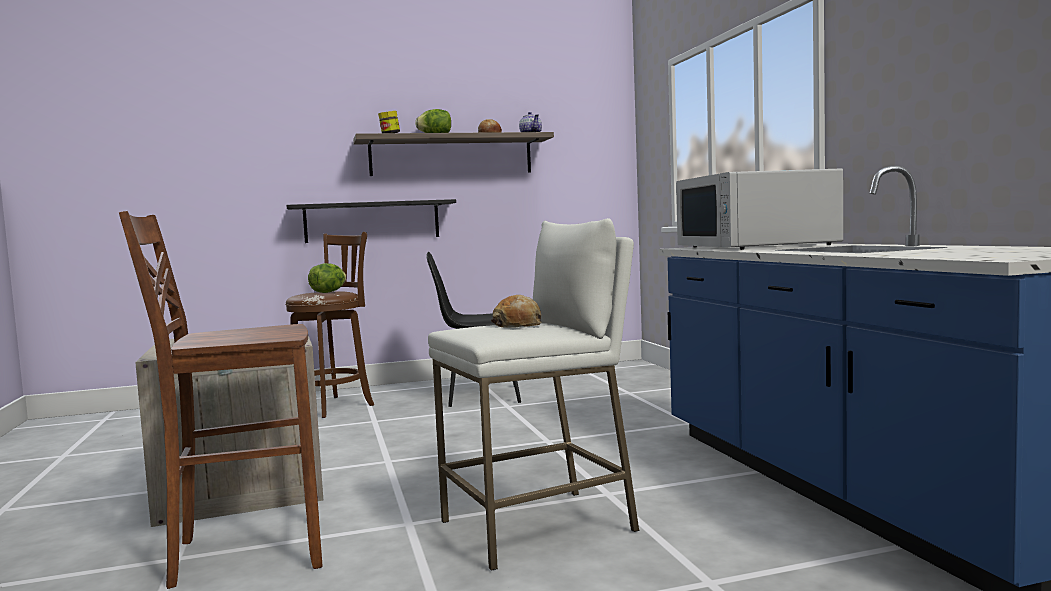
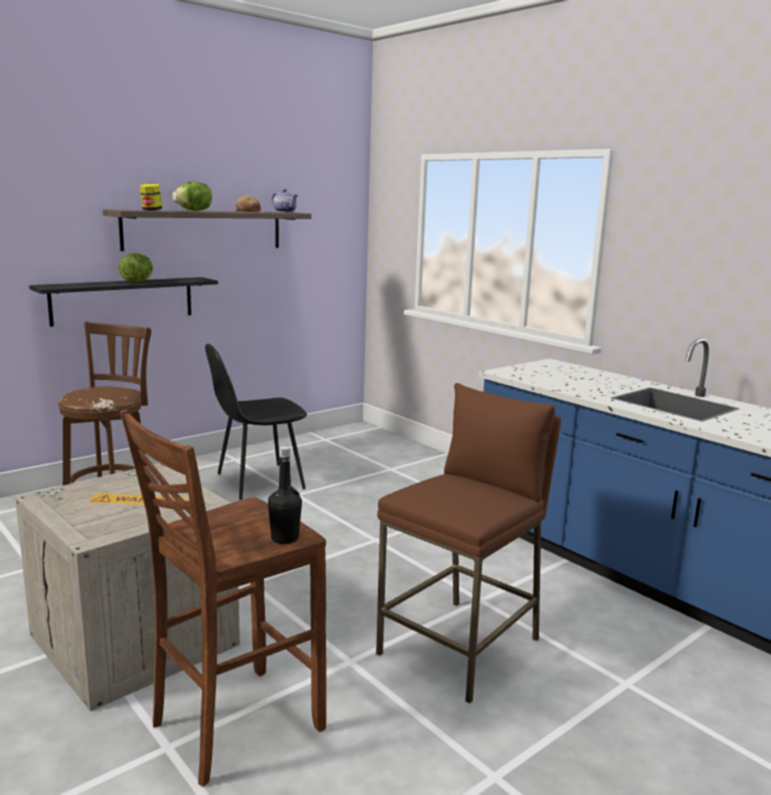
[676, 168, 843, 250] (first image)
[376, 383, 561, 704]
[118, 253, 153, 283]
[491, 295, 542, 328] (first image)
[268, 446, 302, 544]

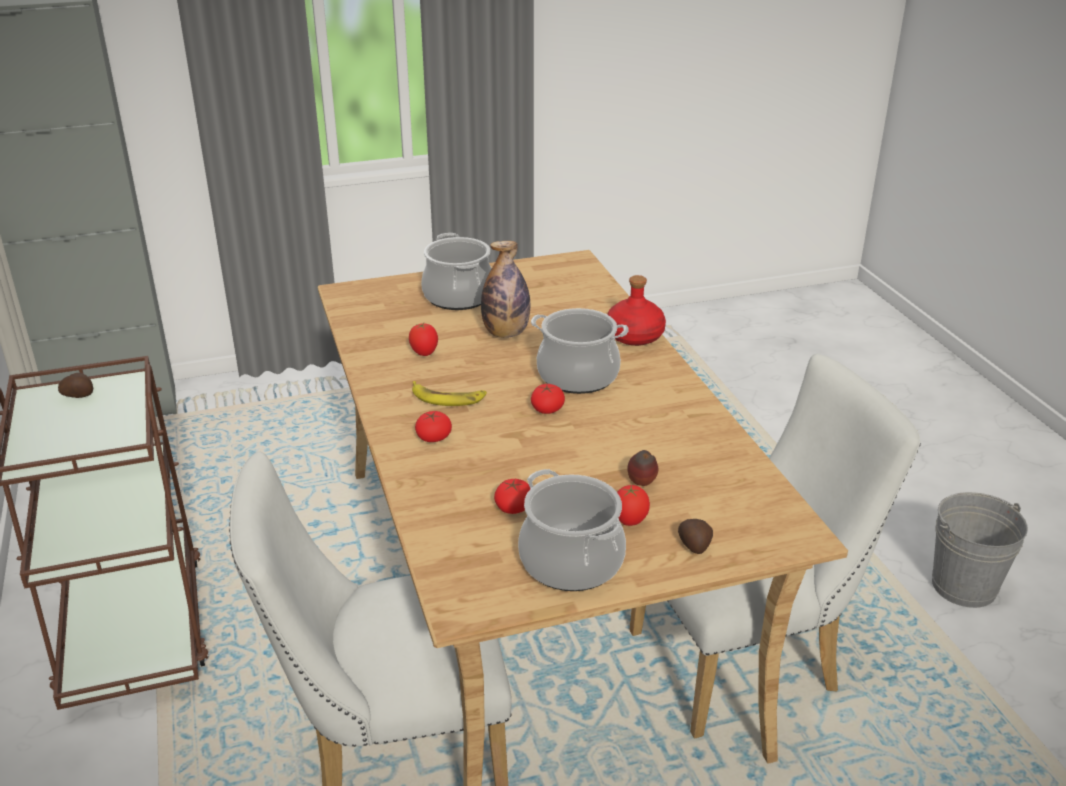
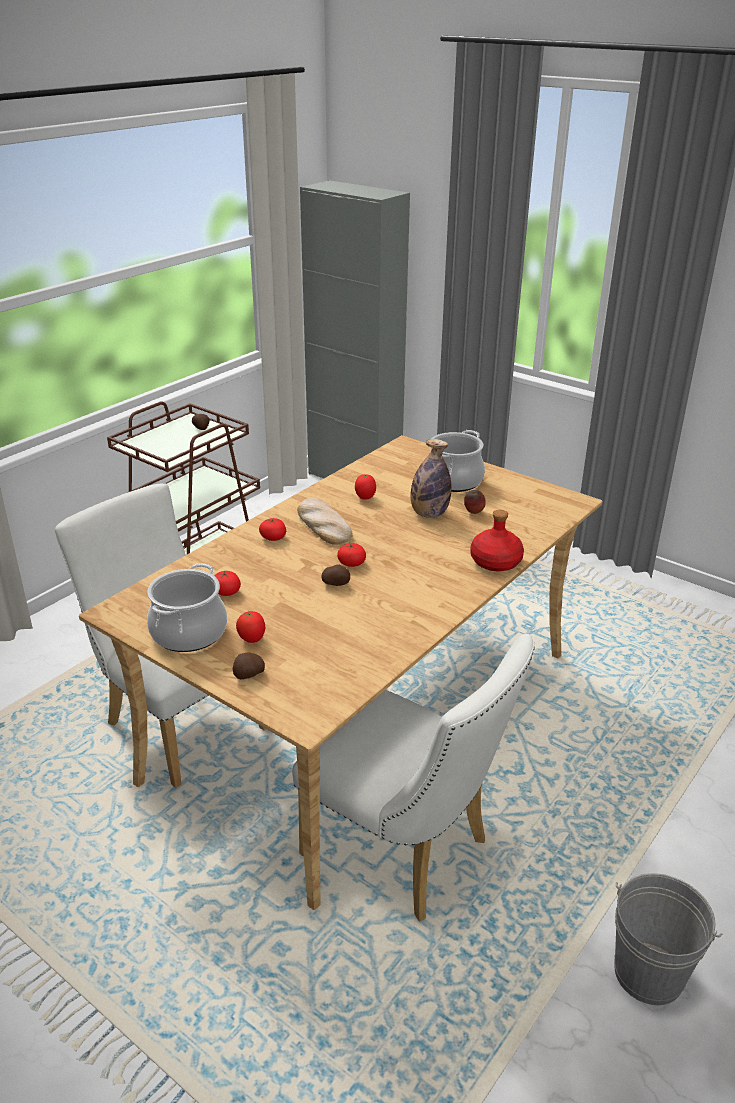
[531, 308, 629, 394] (first image)
[297, 497, 353, 545]
[464, 490, 486, 514]
[322, 565, 350, 586]

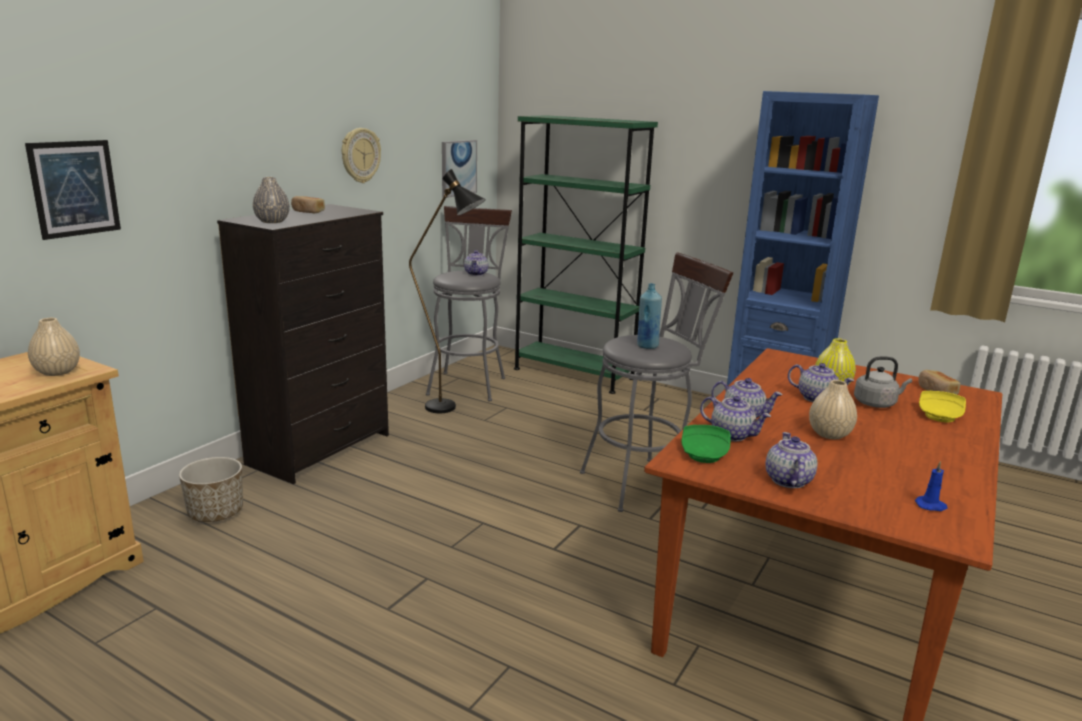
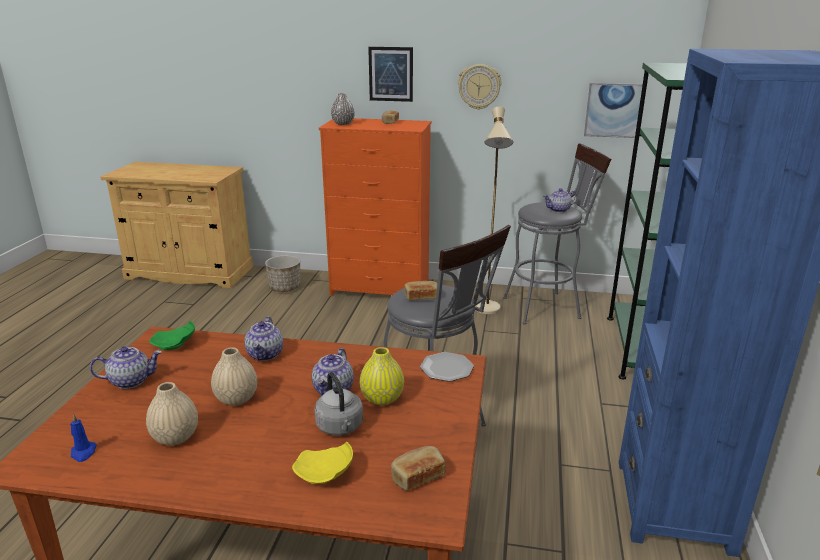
[368, 47, 413, 102]
[476, 106, 513, 314]
[319, 118, 431, 296]
[405, 281, 438, 300]
[146, 382, 198, 445]
[700, 396, 771, 441] (first image)
[420, 352, 474, 382]

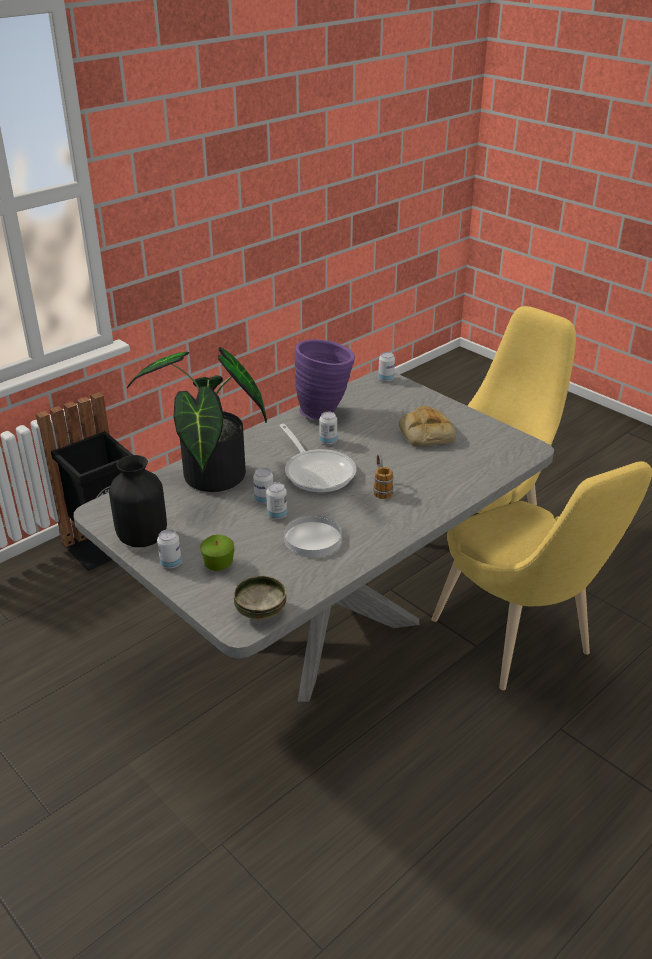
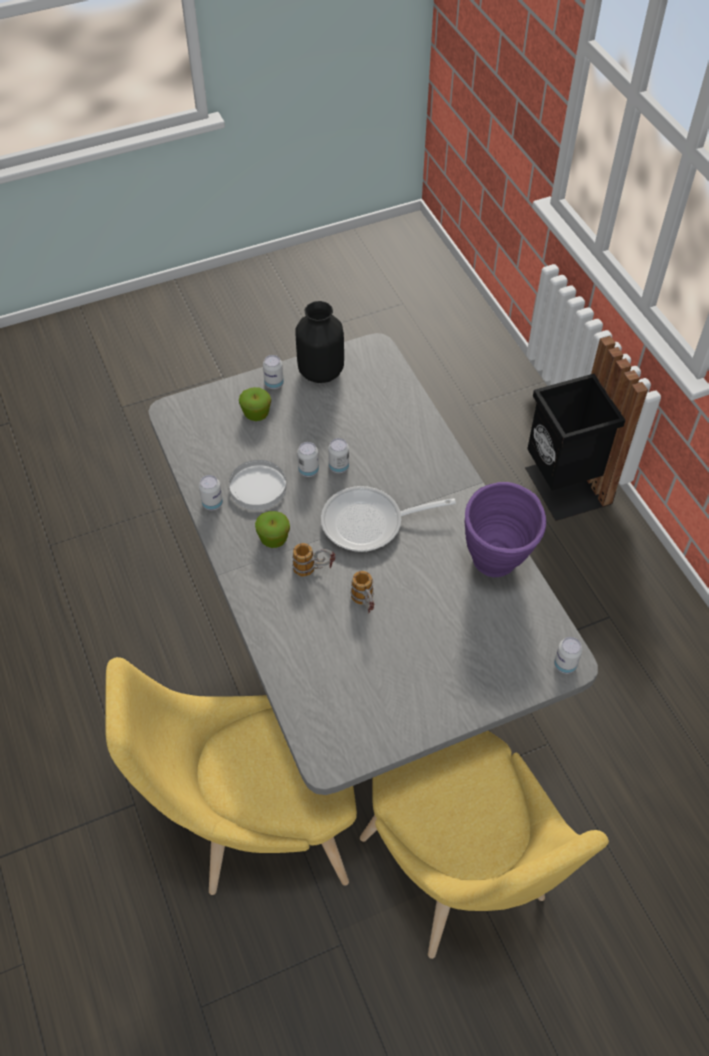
[127, 347, 267, 492] (first image)
[399, 406, 456, 446] (first image)
[199, 475, 223, 511]
[234, 575, 286, 620] (first image)
[255, 511, 290, 548]
[350, 571, 374, 614]

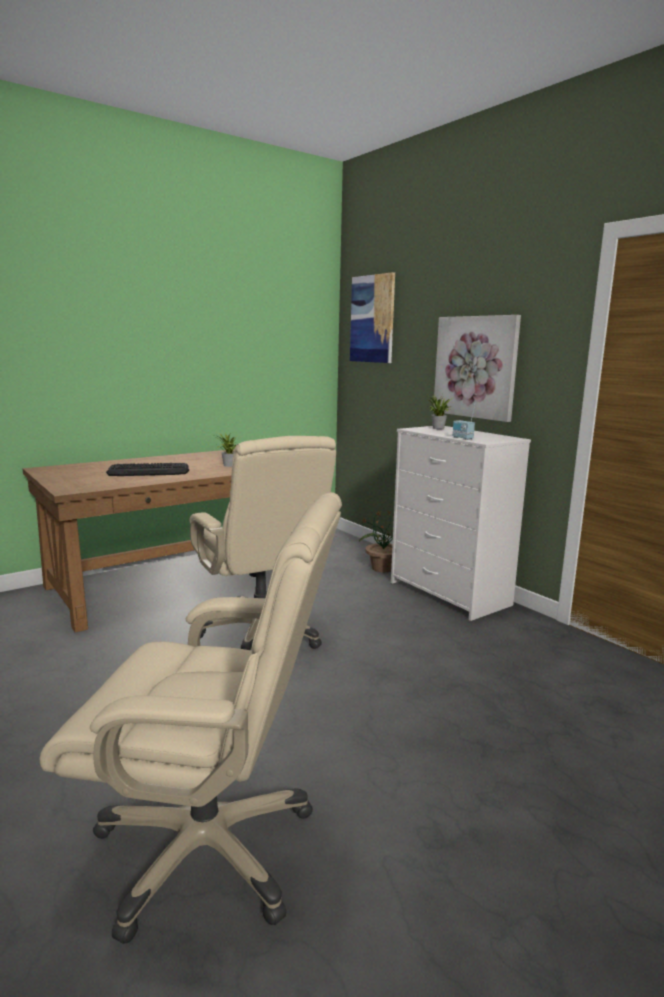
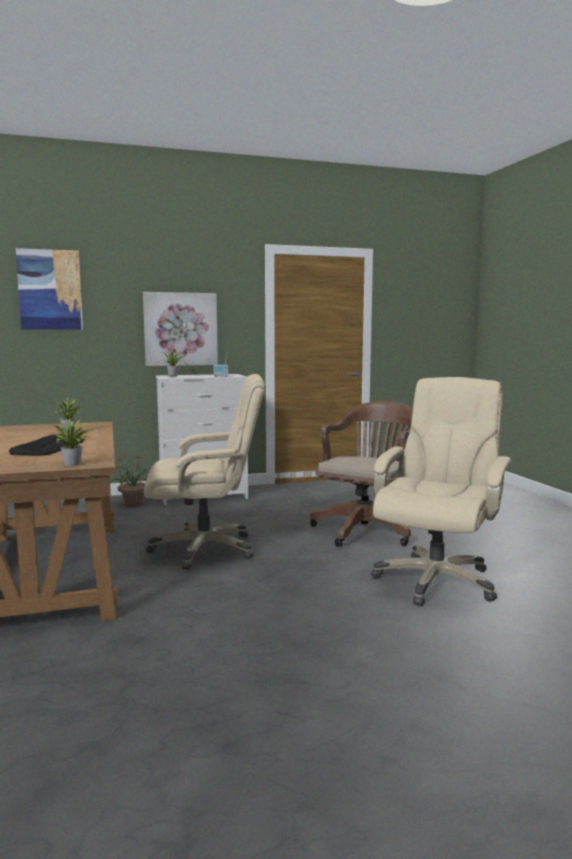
[310, 401, 413, 547]
[53, 418, 93, 466]

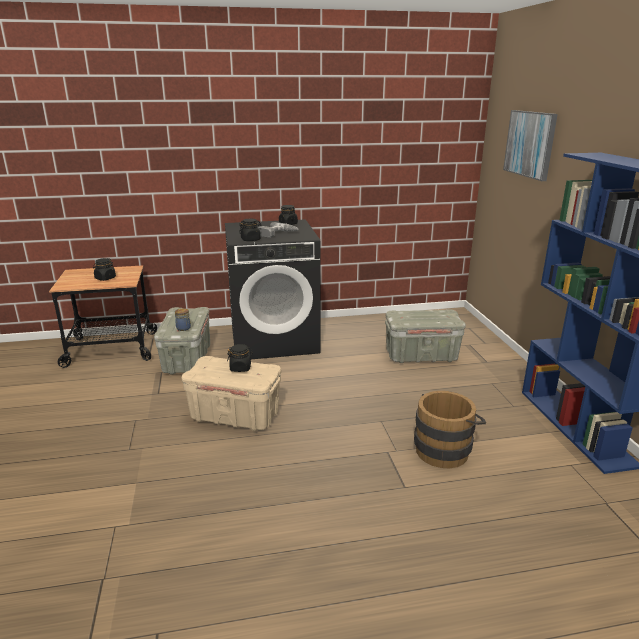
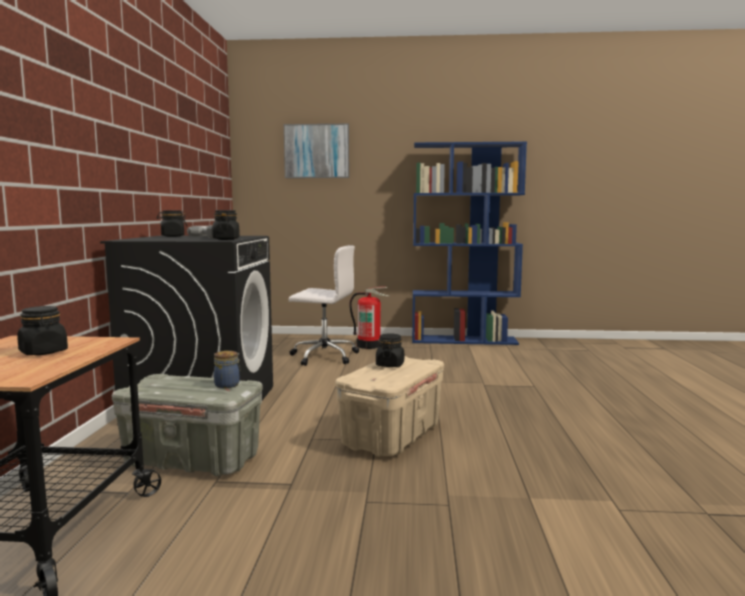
[289, 245, 359, 366]
[414, 391, 486, 468] (first image)
[349, 287, 389, 349]

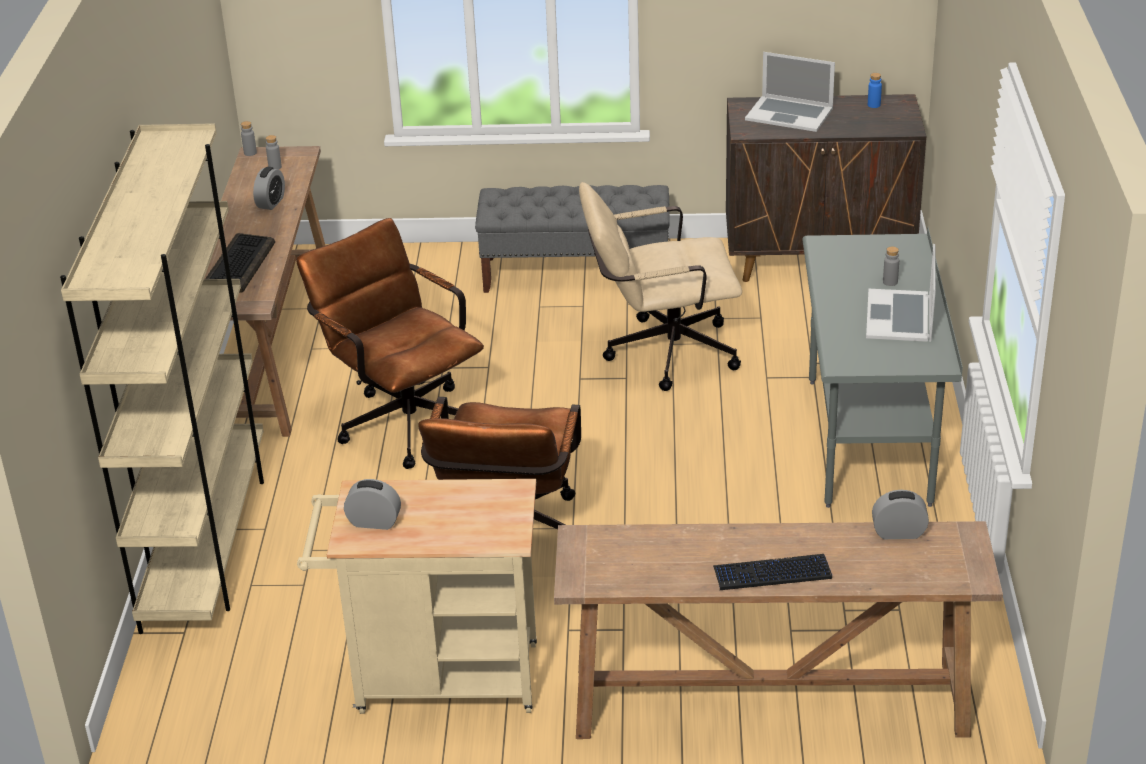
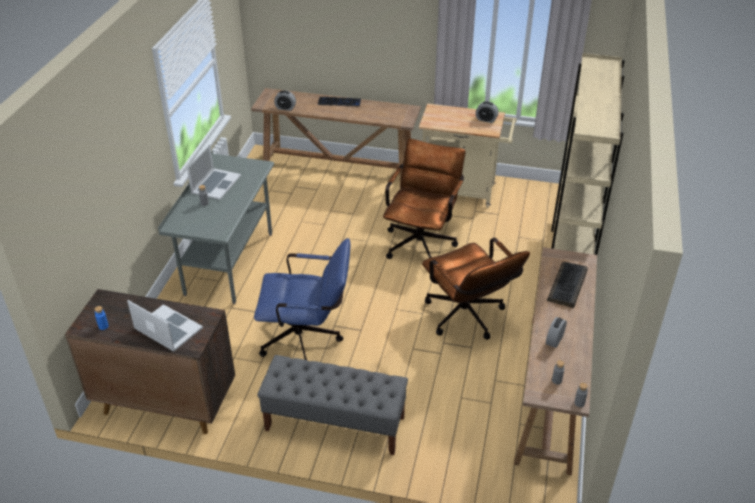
[254, 238, 351, 360]

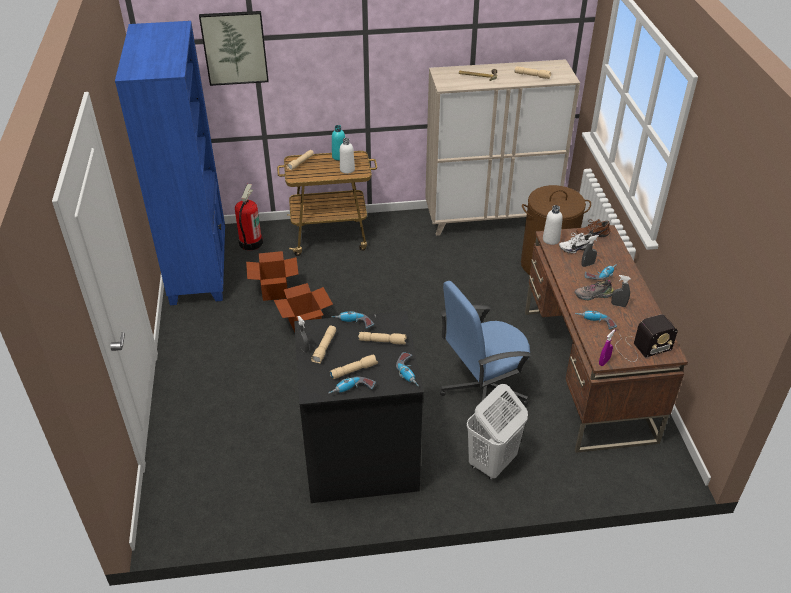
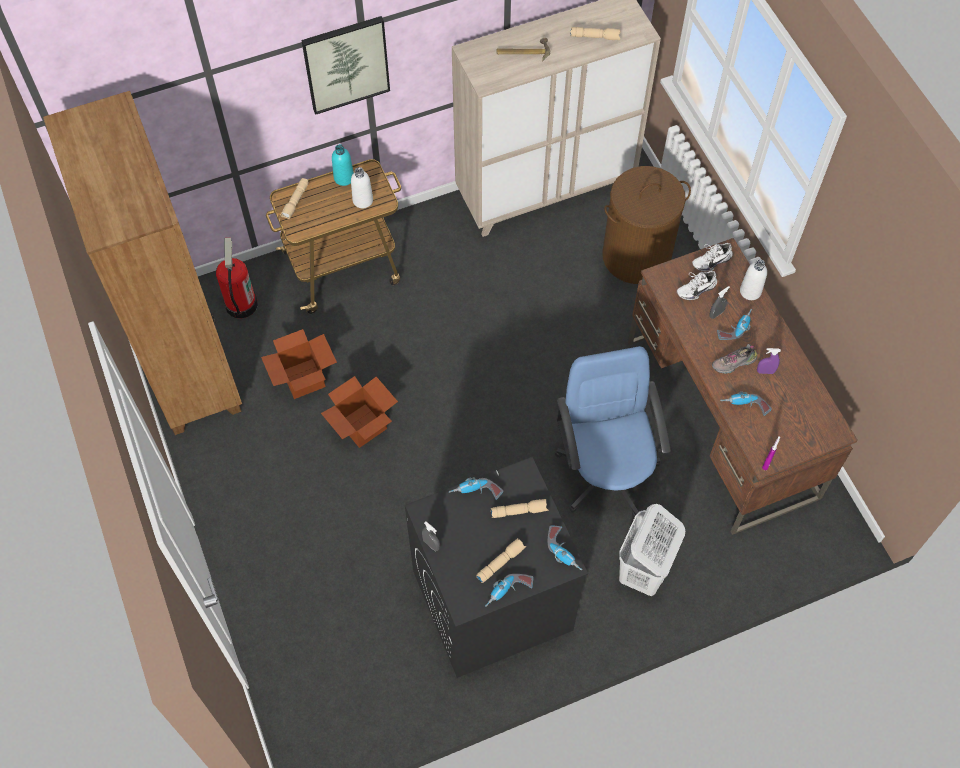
[301, 16, 390, 115]
[43, 91, 242, 435]
[740, 259, 767, 300]
[692, 243, 733, 272]
[757, 348, 781, 374]
[555, 346, 671, 518]
[615, 314, 678, 362] (first image)
[311, 326, 336, 363] (first image)

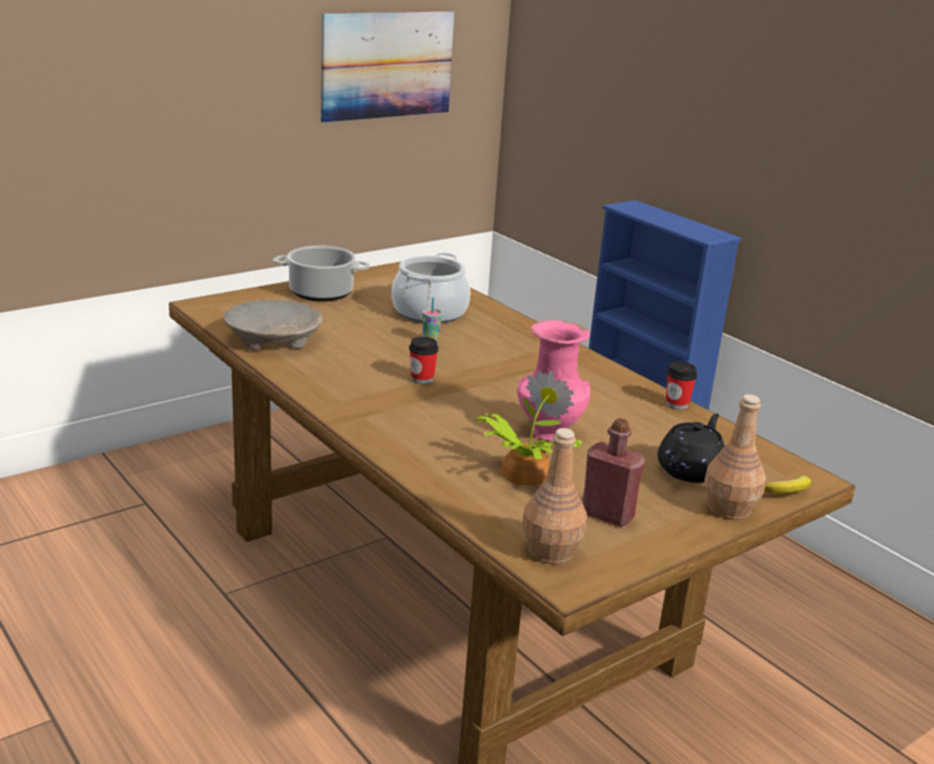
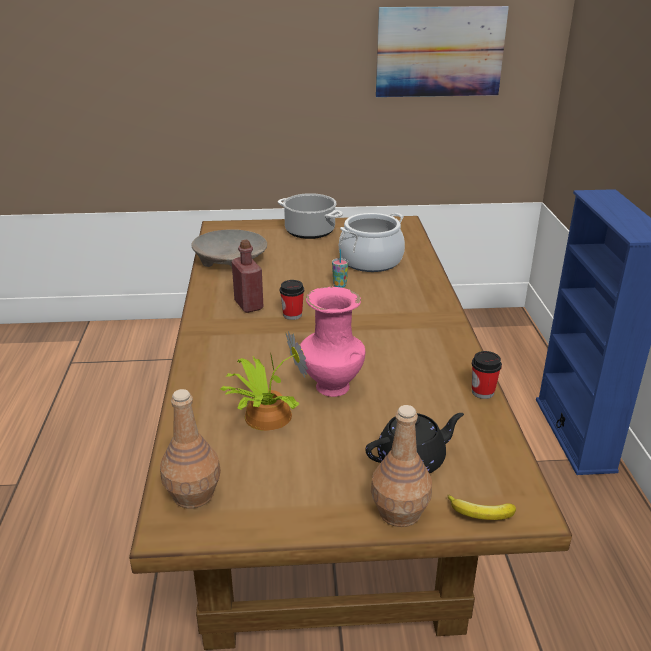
[232, 240, 264, 313]

